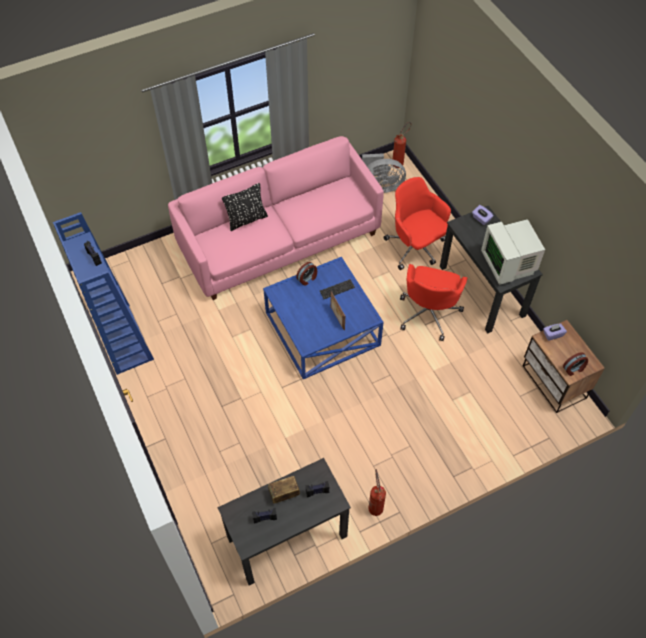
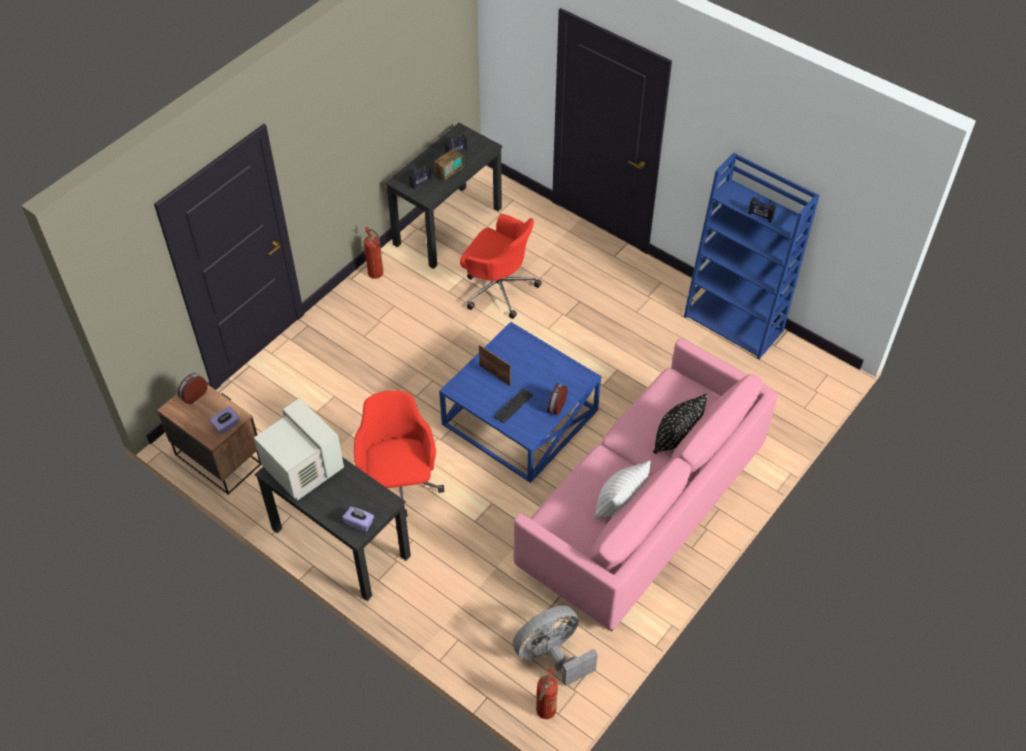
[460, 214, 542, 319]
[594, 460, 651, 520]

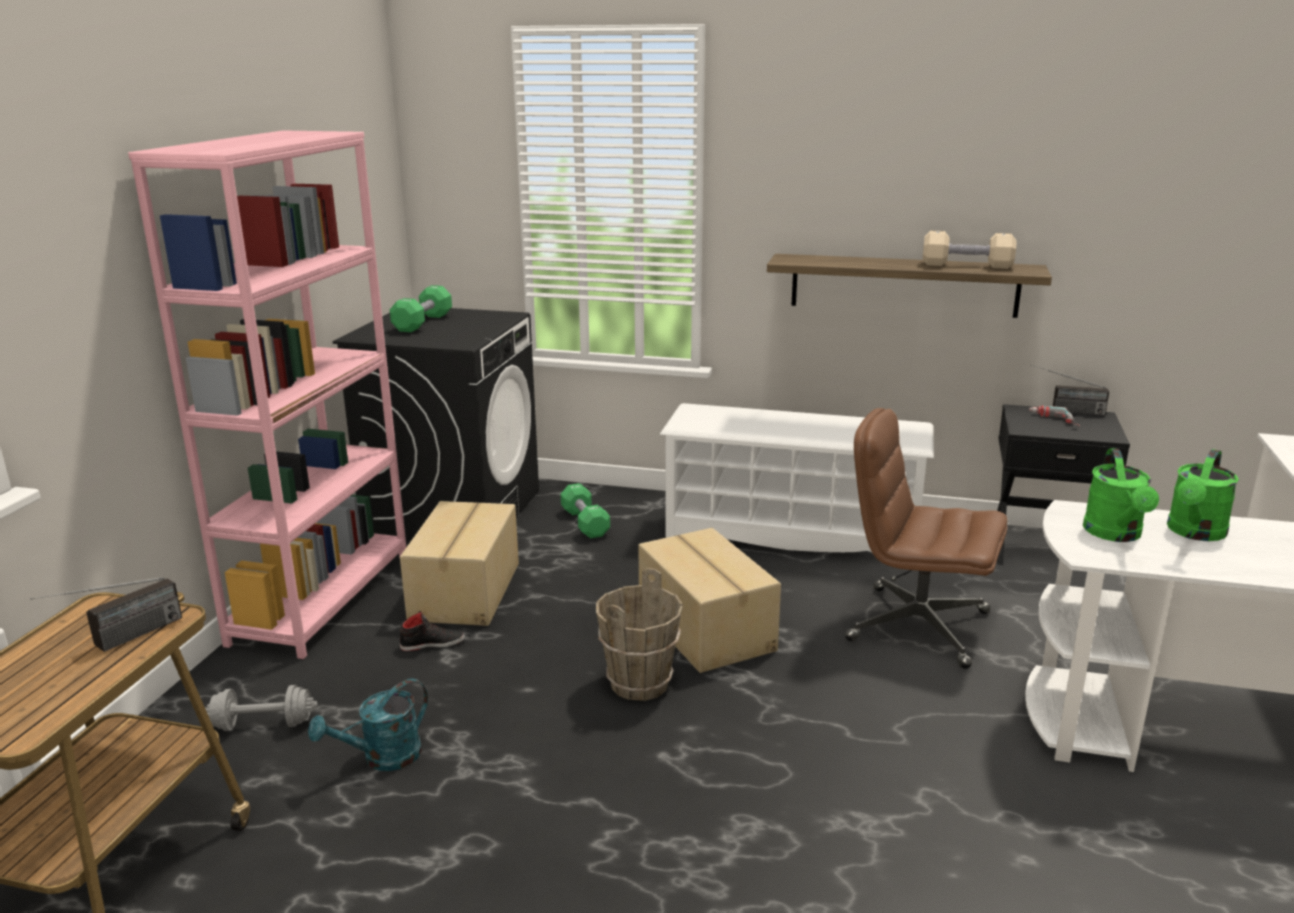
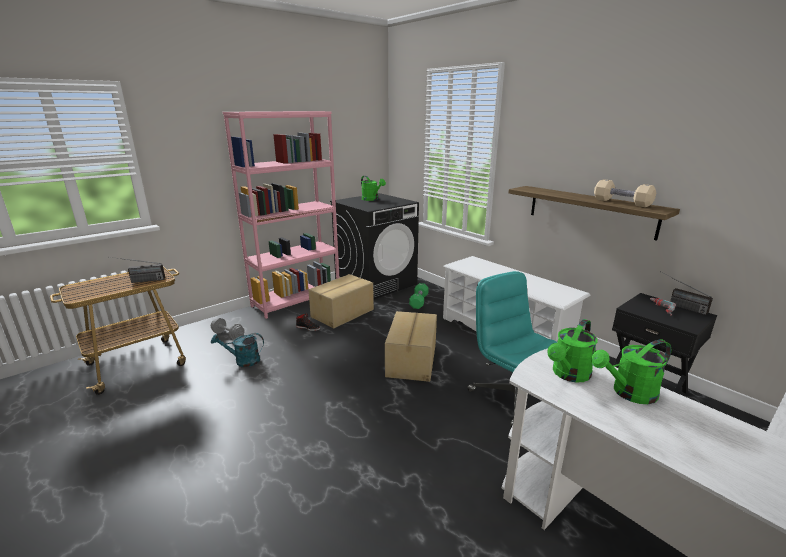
[361, 176, 386, 201]
[467, 271, 557, 427]
[596, 568, 683, 701] (first image)

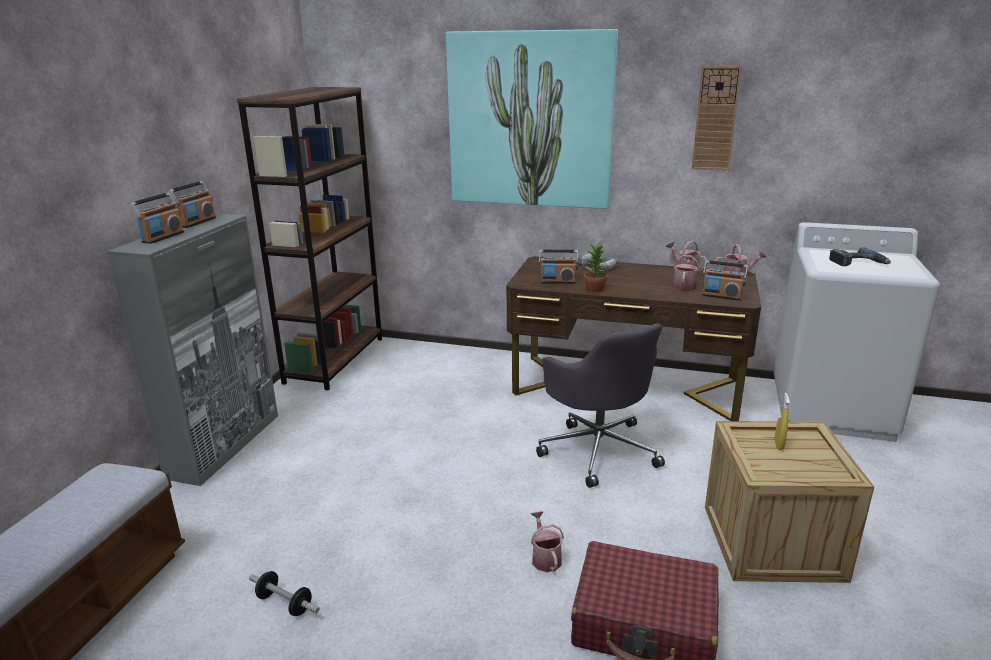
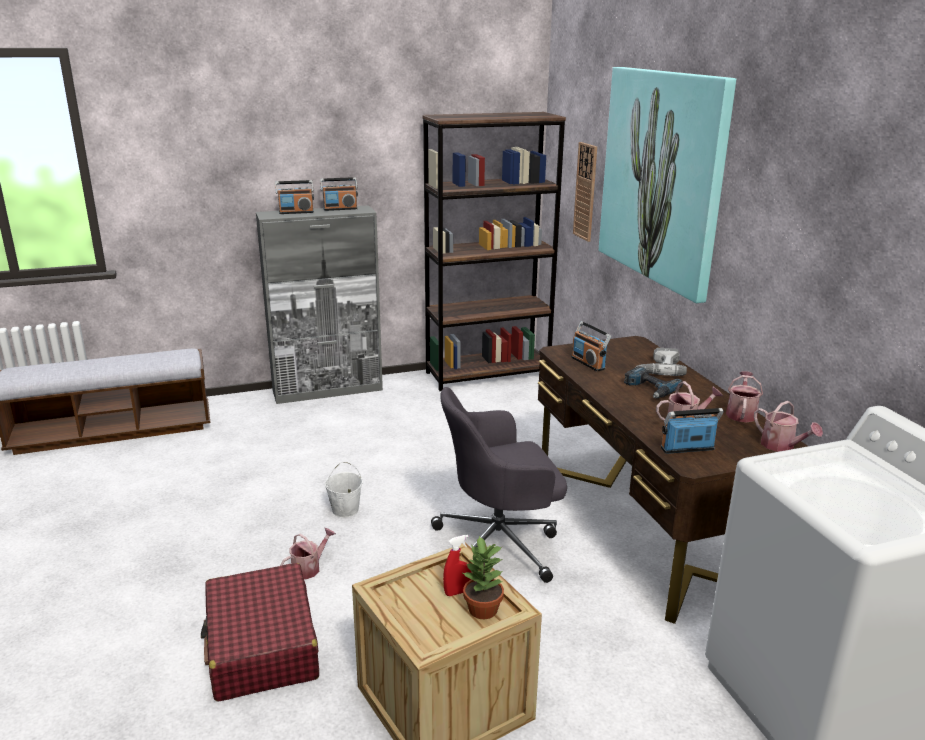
[573, 142, 597, 242]
[463, 536, 504, 619]
[624, 366, 683, 398]
[661, 408, 724, 454]
[431, 387, 567, 583]
[443, 535, 471, 596]
[249, 571, 320, 616] (first image)
[325, 462, 363, 517]

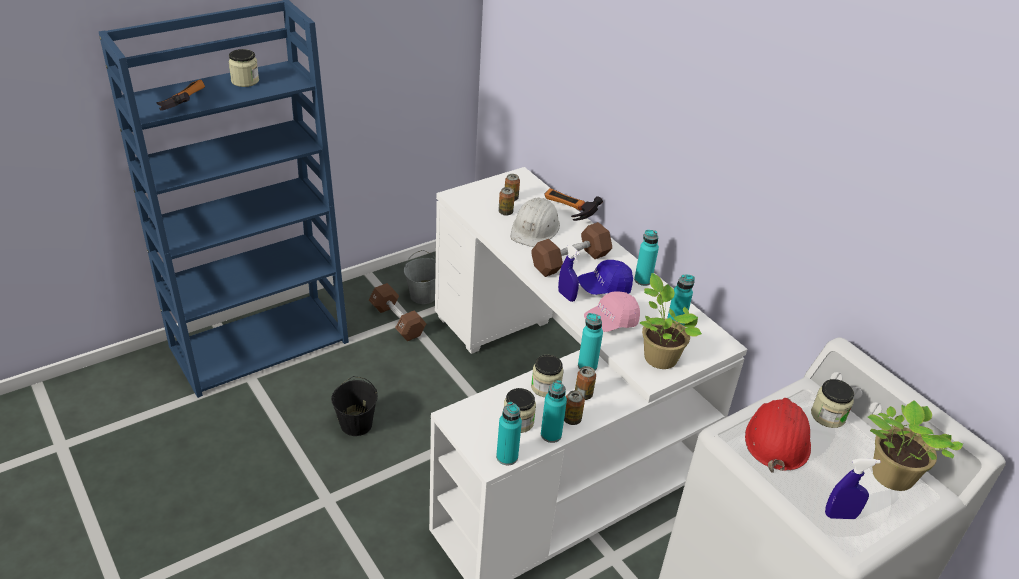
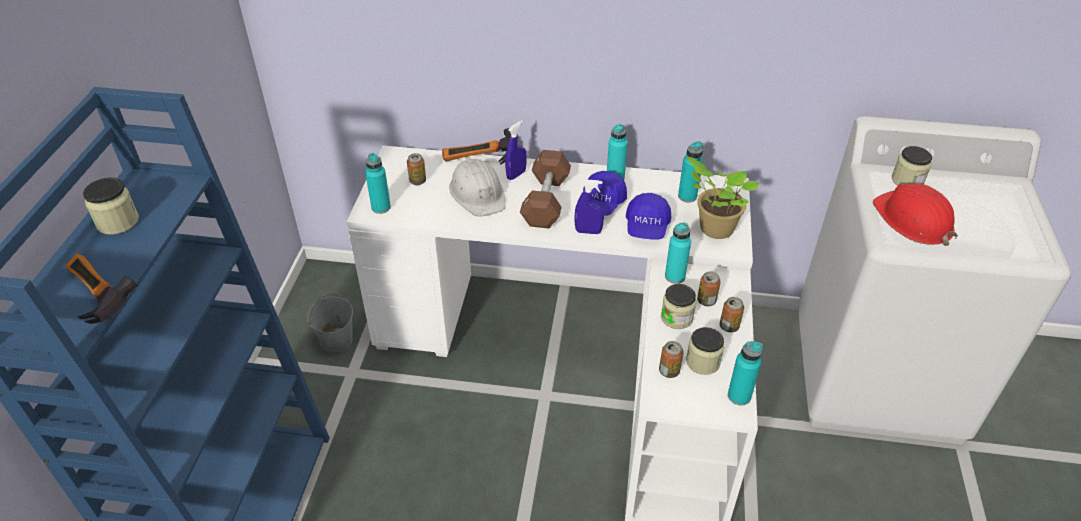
[659, 341, 684, 378]
[369, 283, 427, 341] (first image)
[626, 193, 671, 240]
[331, 376, 378, 436] (first image)
[365, 153, 391, 214]
[868, 400, 963, 491] (first image)
[505, 120, 527, 180]

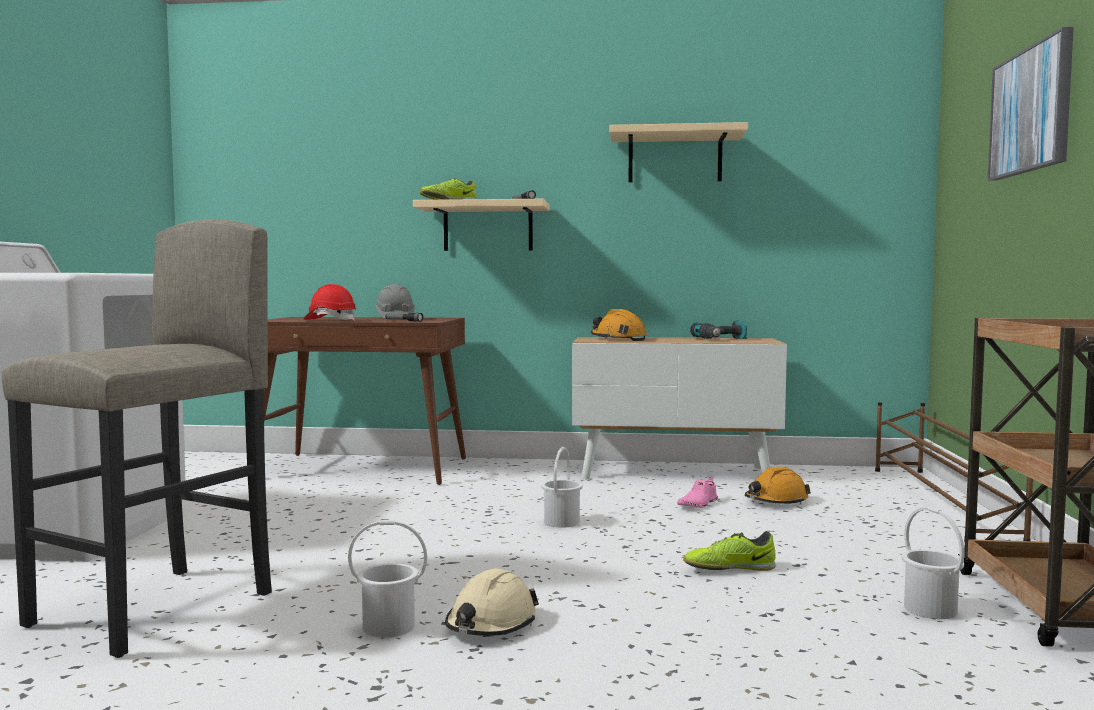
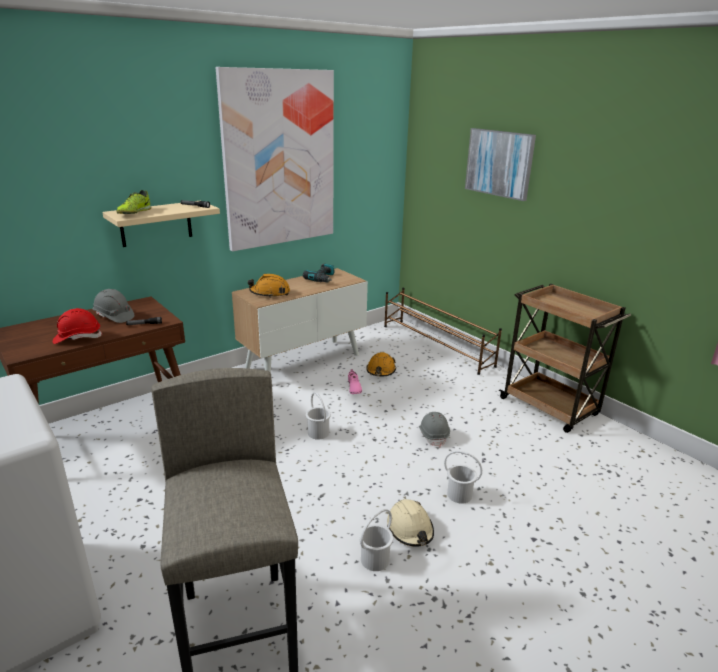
[215, 67, 334, 251]
[444, 451, 482, 504]
[419, 412, 450, 447]

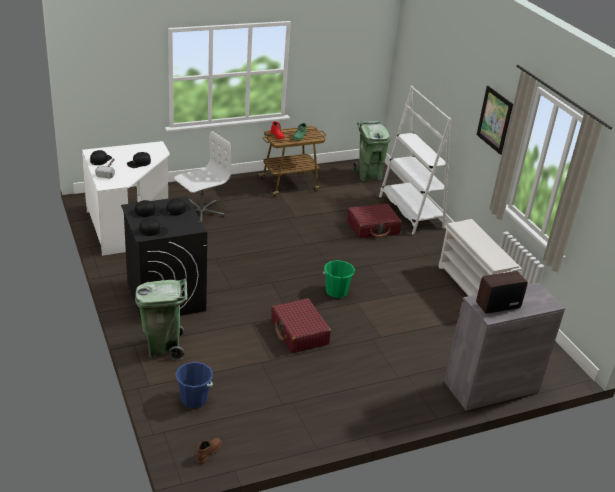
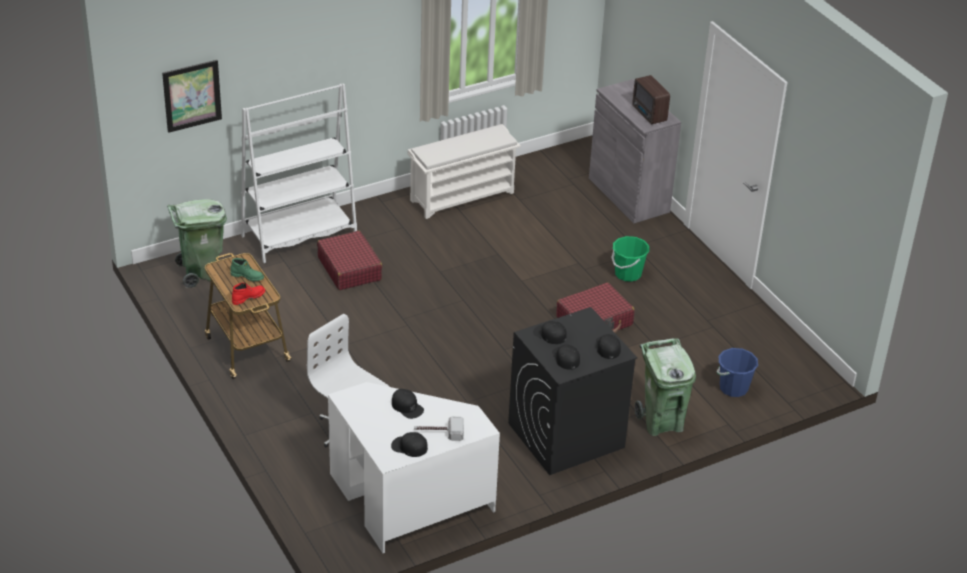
[162, 60, 222, 133]
[611, 236, 649, 282]
[196, 438, 222, 464] (first image)

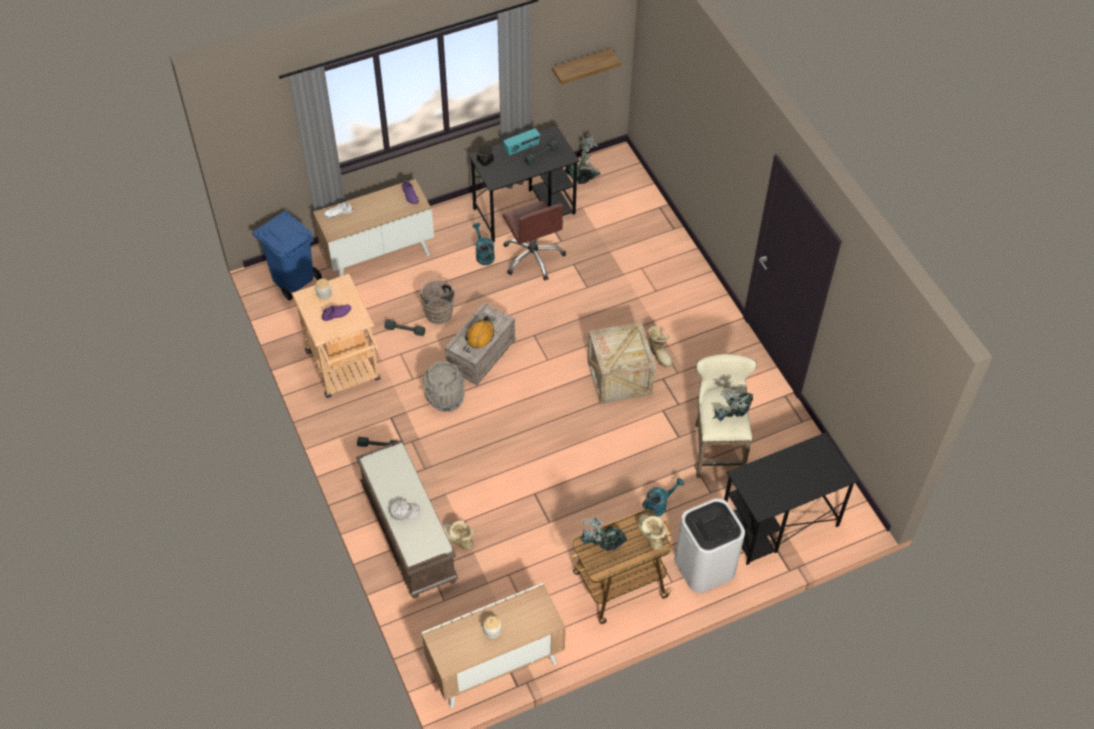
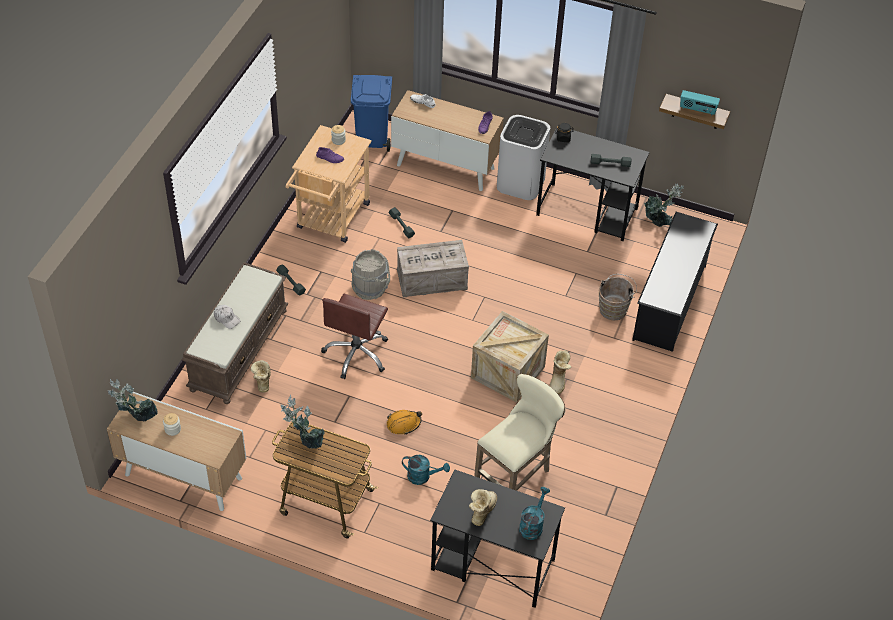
[680, 90, 720, 115]
[321, 294, 388, 379]
[519, 487, 550, 540]
[599, 274, 637, 321]
[387, 410, 422, 435]
[108, 379, 158, 421]
[497, 115, 550, 200]
[469, 489, 497, 526]
[632, 212, 718, 352]

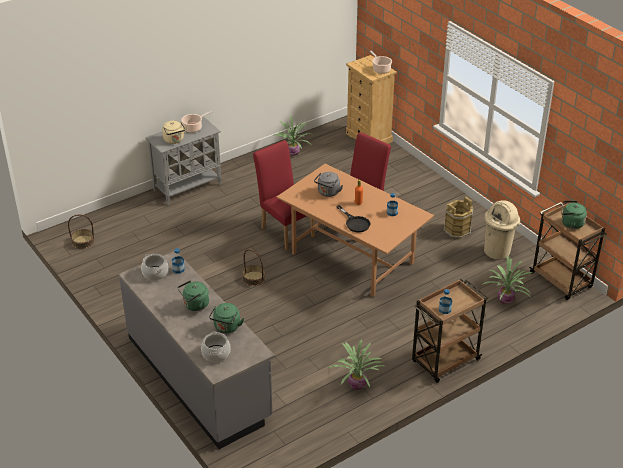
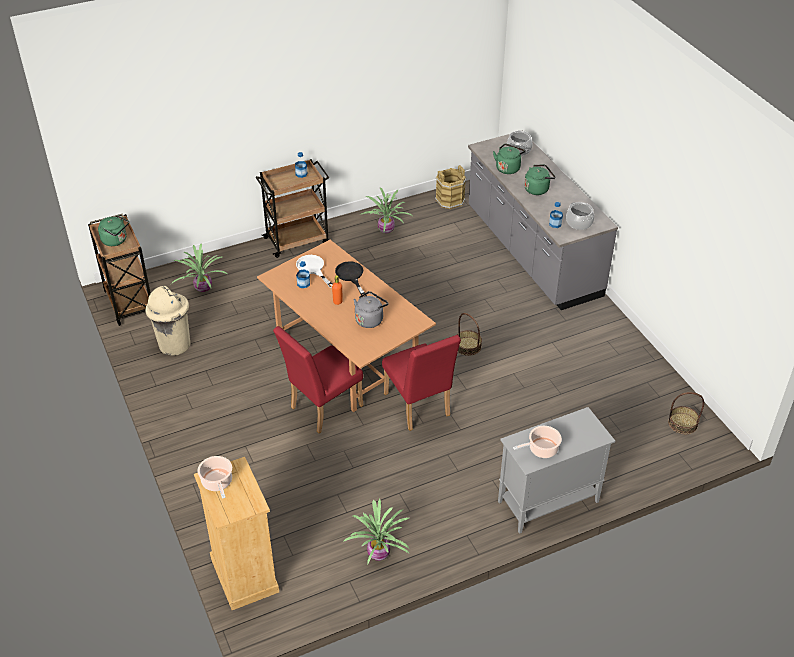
[162, 121, 187, 144] (first image)
[435, 165, 466, 209]
[296, 255, 333, 288]

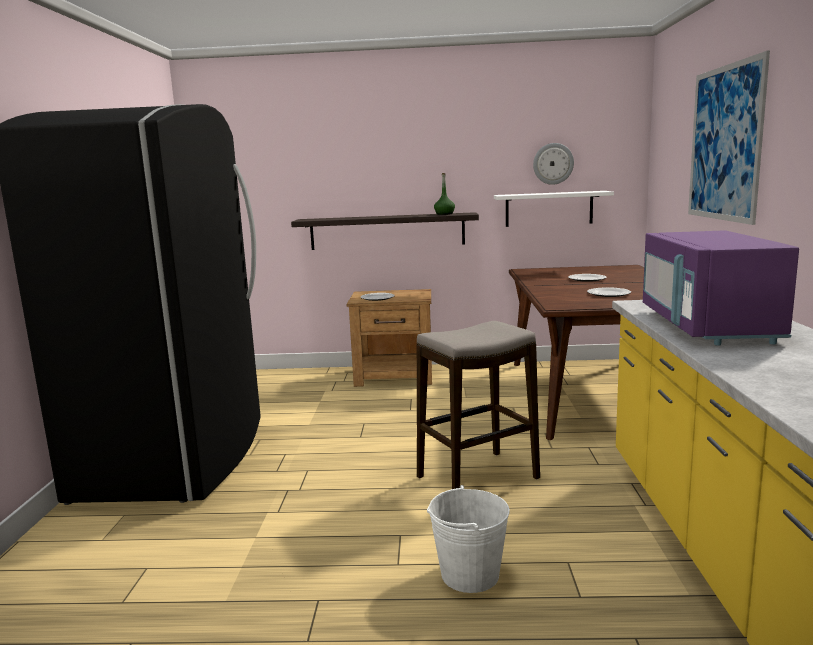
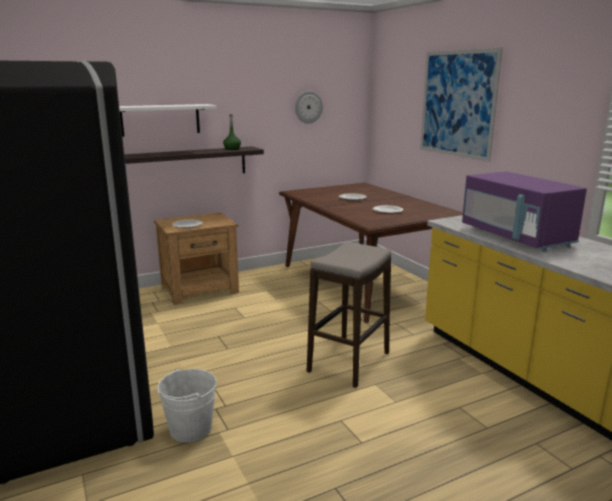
[119, 104, 217, 137]
[158, 368, 217, 443]

